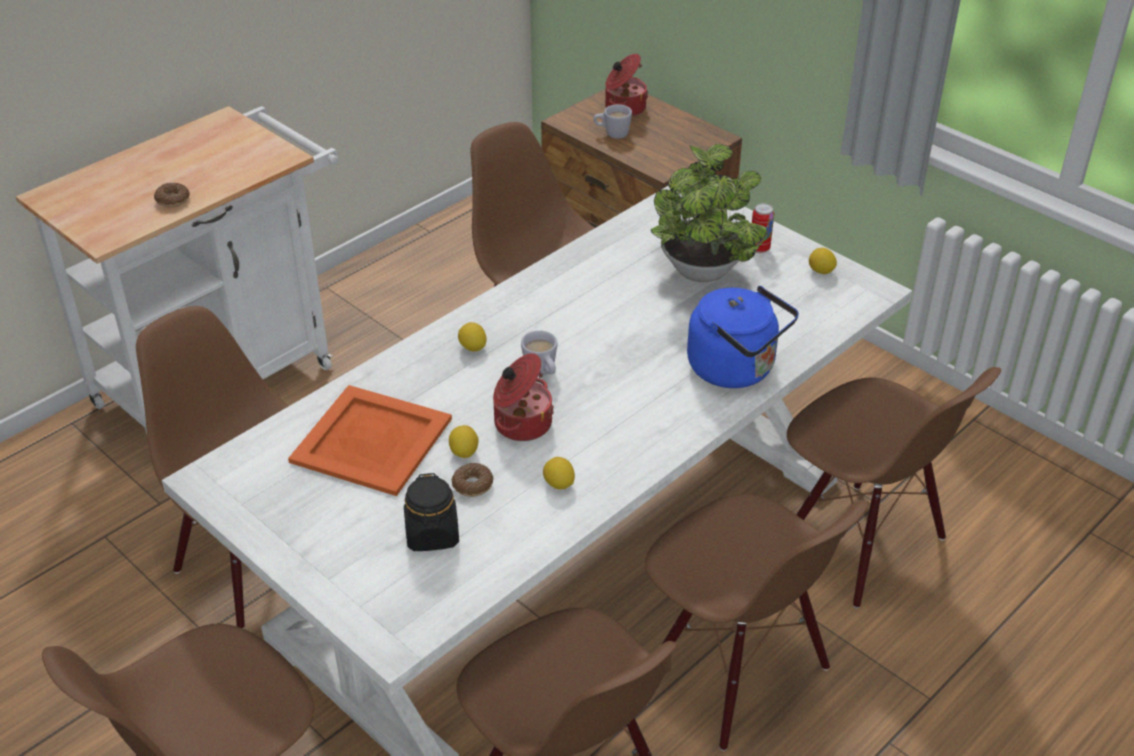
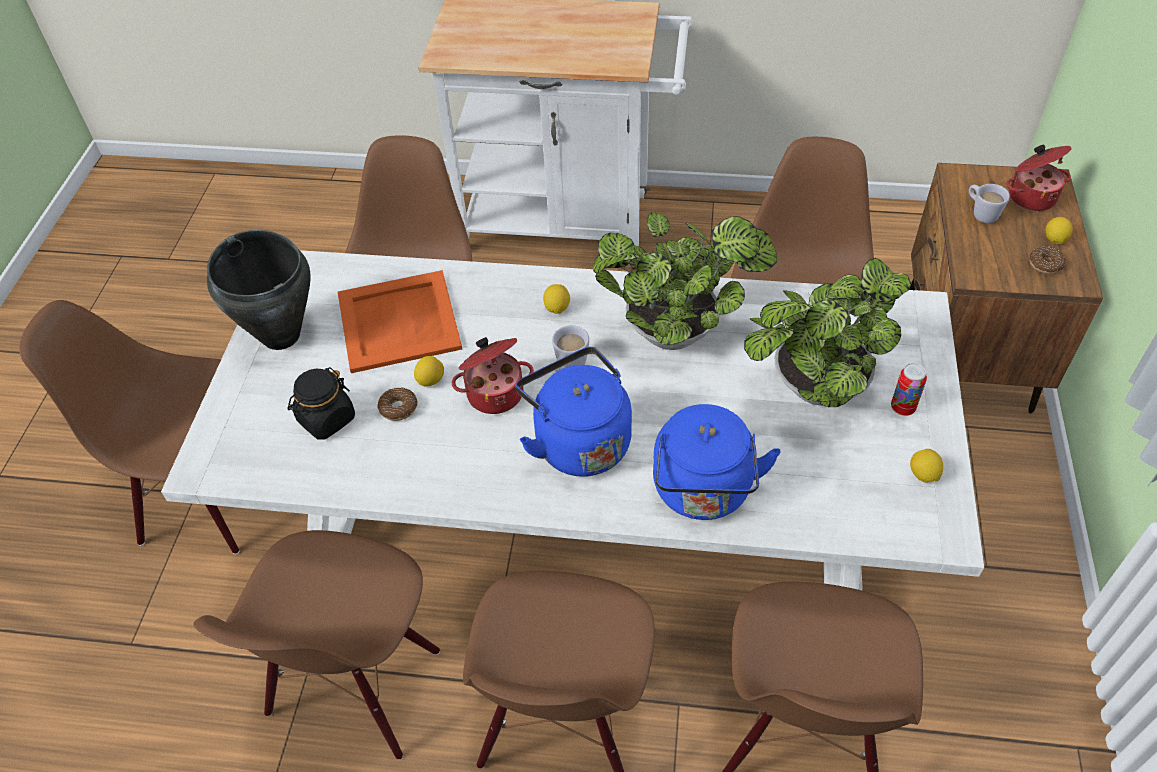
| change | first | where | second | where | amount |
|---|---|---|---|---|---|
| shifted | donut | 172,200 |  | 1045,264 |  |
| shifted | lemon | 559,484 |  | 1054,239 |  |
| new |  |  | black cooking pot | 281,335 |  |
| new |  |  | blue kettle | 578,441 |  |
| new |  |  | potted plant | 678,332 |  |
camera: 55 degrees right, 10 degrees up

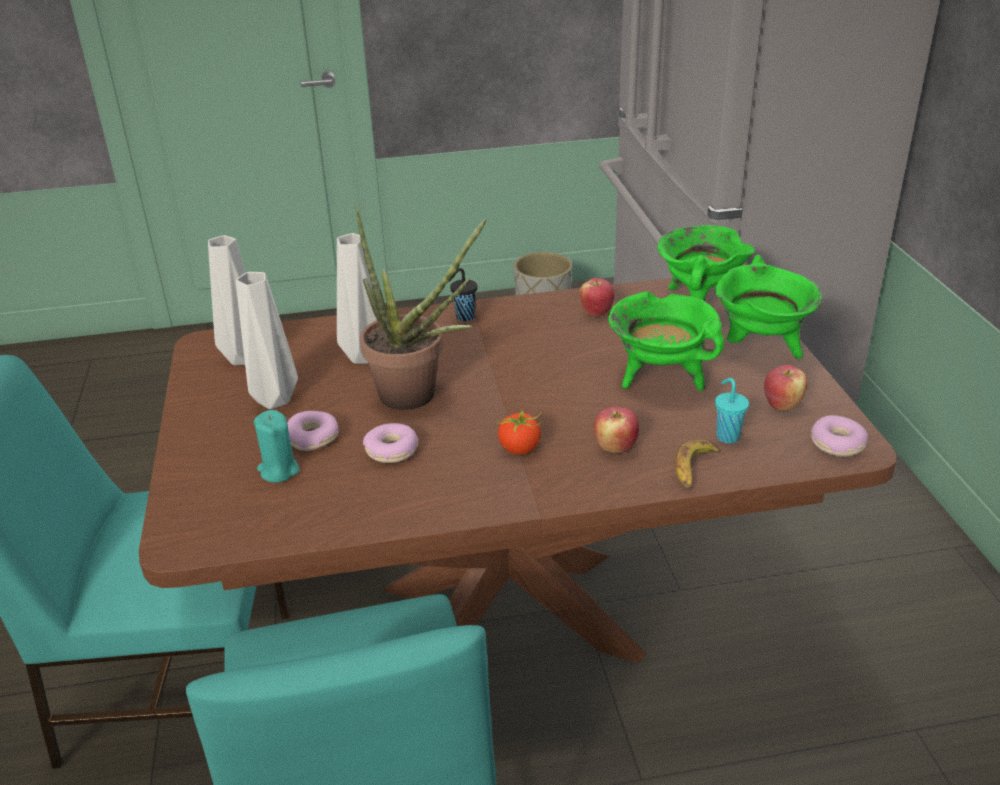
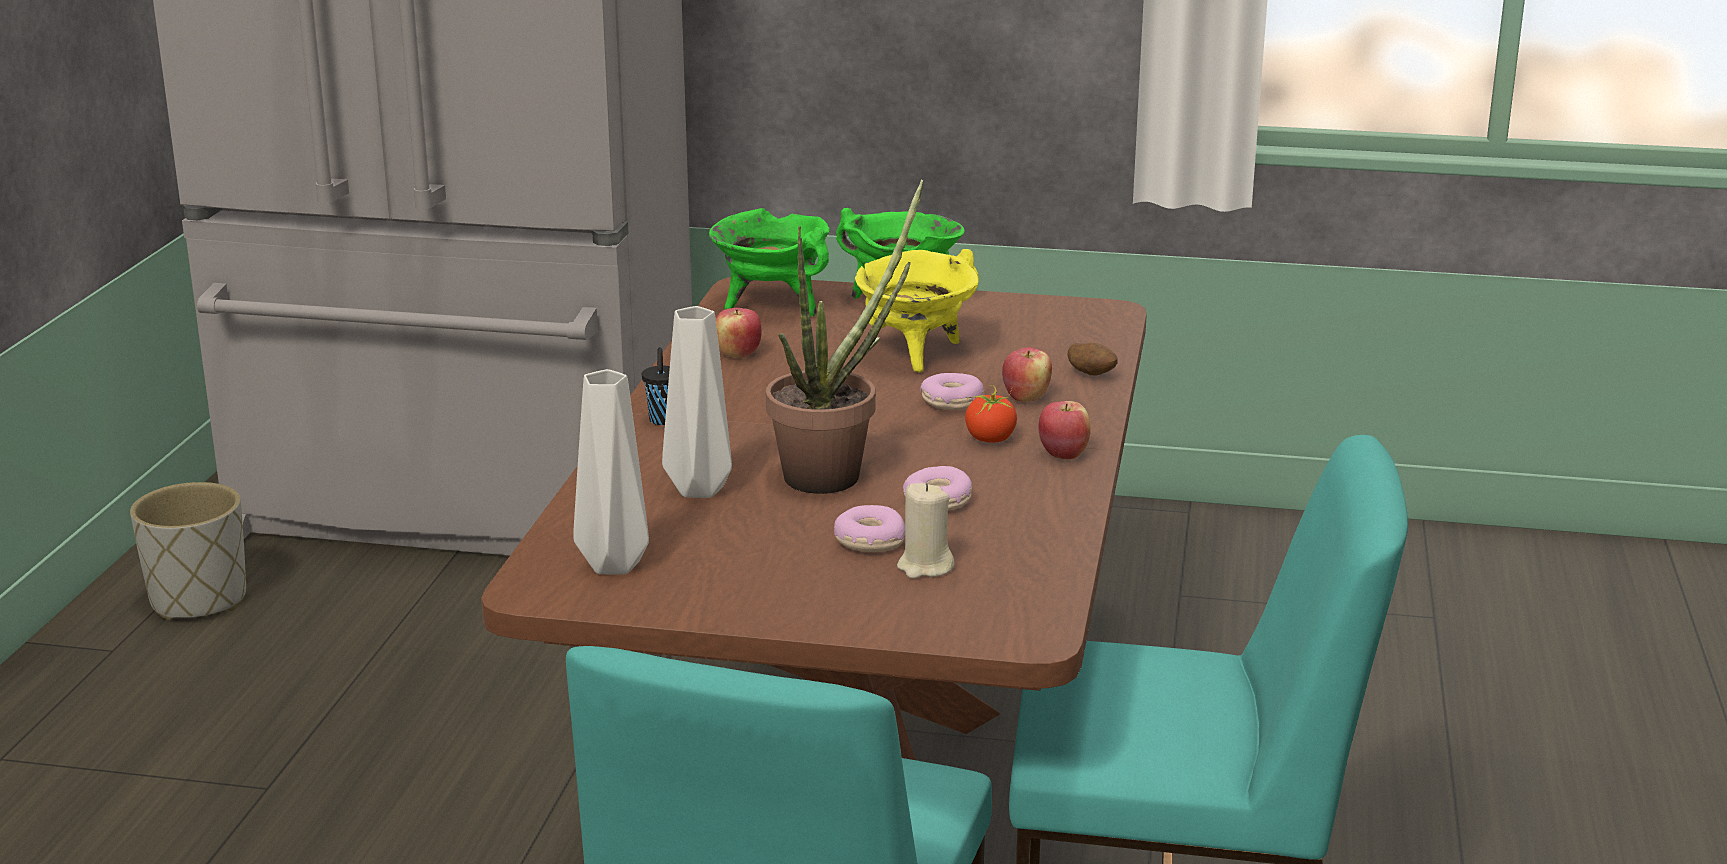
| change | first | where | second | where | amount |
|---|---|---|---|---|---|
| gone | grey vase | 272,401 |  |  |  |
| repainted | turquoise candle | 278,470 | beige candle | 925,567 |  |
| repainted | green cooking pot | 660,378 | yellow cooking pot | 915,354 |  |
| swapped | banana | 693,470 | potato | 1091,375 |  |
| gone | turquoise cup | 726,436 |  |  |  |
| shifted | apple | 782,405 |  | 1063,454 |  |
| shifted | donut | 837,444 |  | 952,402 |  |
camera: 70 degrees left, 10 degrees down

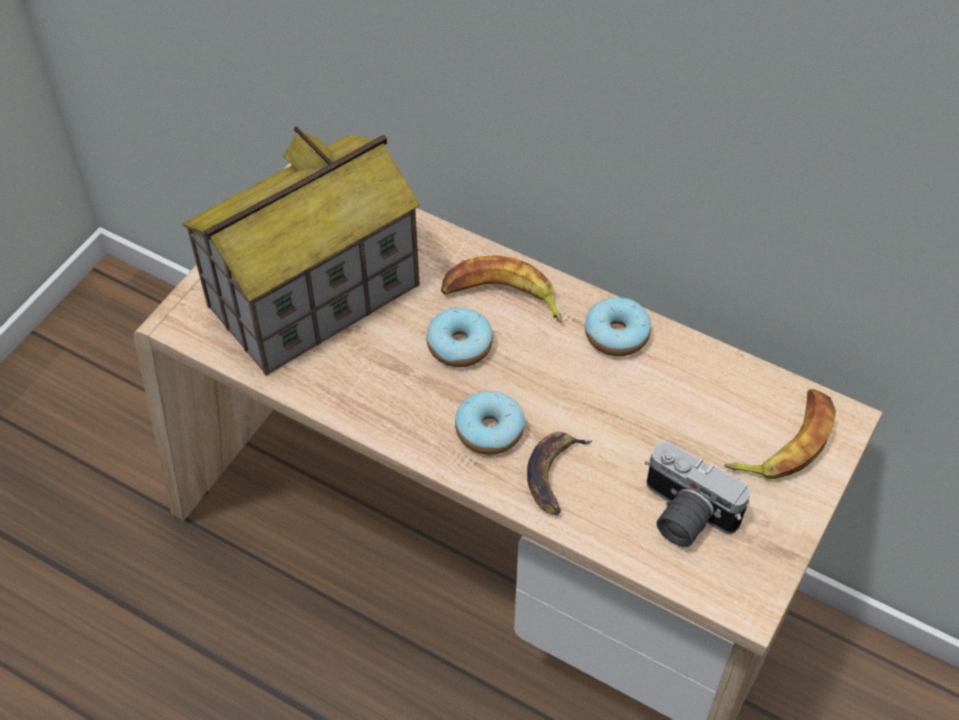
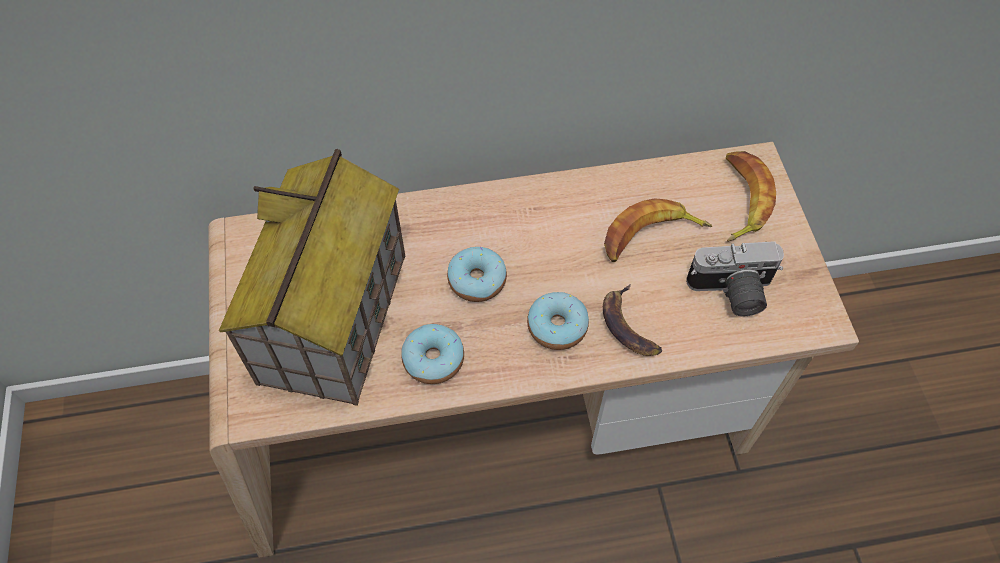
| change | first | where | second | where | amount |
|---|---|---|---|---|---|
| shifted | banana | 502,298 |  | 650,237 |  |
| shifted | donut | 616,335 |  | 433,359 |  |
camera: 40 degrees left, 5 degrees up

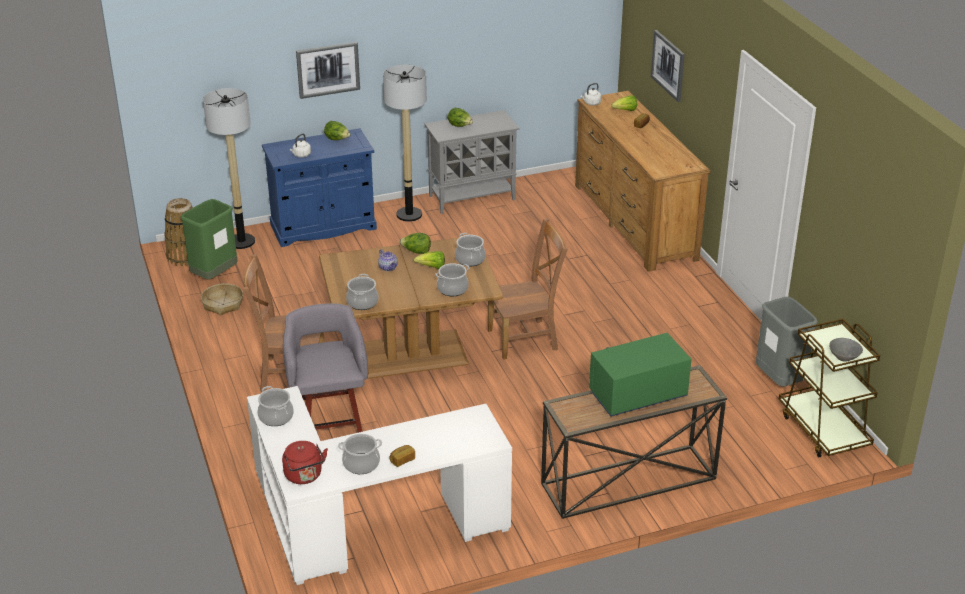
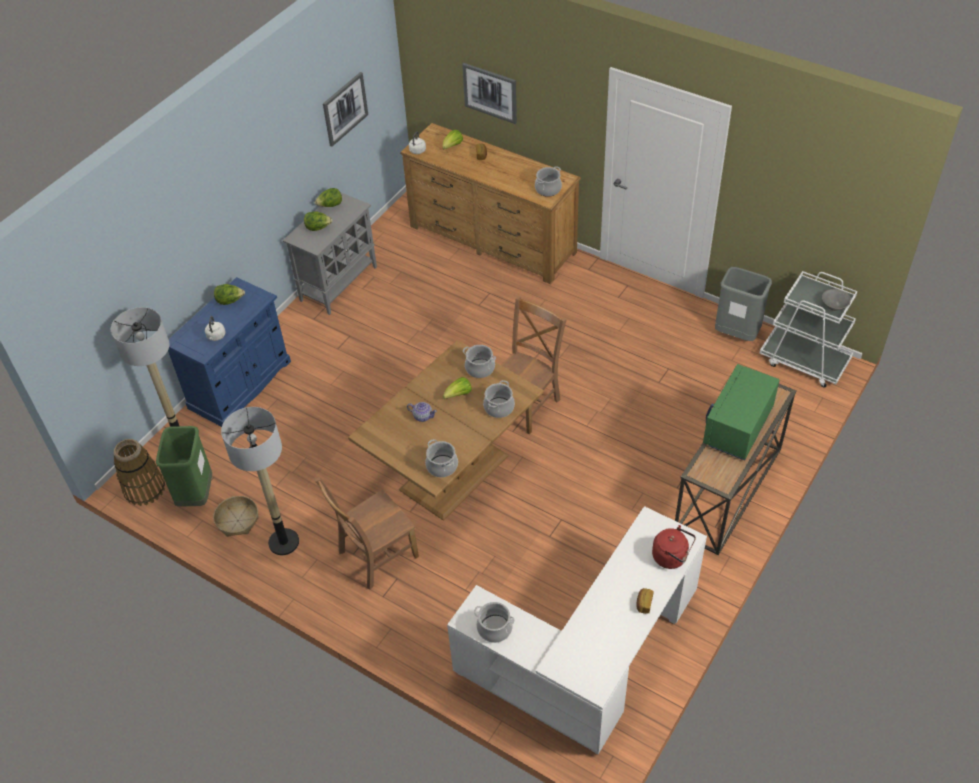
| change | first | where | second | where | amount |
|---|---|---|---|---|---|
| shifted | red kettle | 304,476 |  | 672,557 |  |
| gone | grey stool | 330,426 |  |  |  |
| shifted | picture | 328,69 |  | 345,108 |  |
| shifted | cooking pot | 361,464 |  | 548,189 |  |
| shifted | floor lamp | 409,214 |  | 283,542 |  |
| shifted | lettuce | 416,252 |  | 330,205 |  |
| repainted | brown cart | 823,430 | white cart | 804,361 |  |
camera: 35 degrees left, 15 degrees up

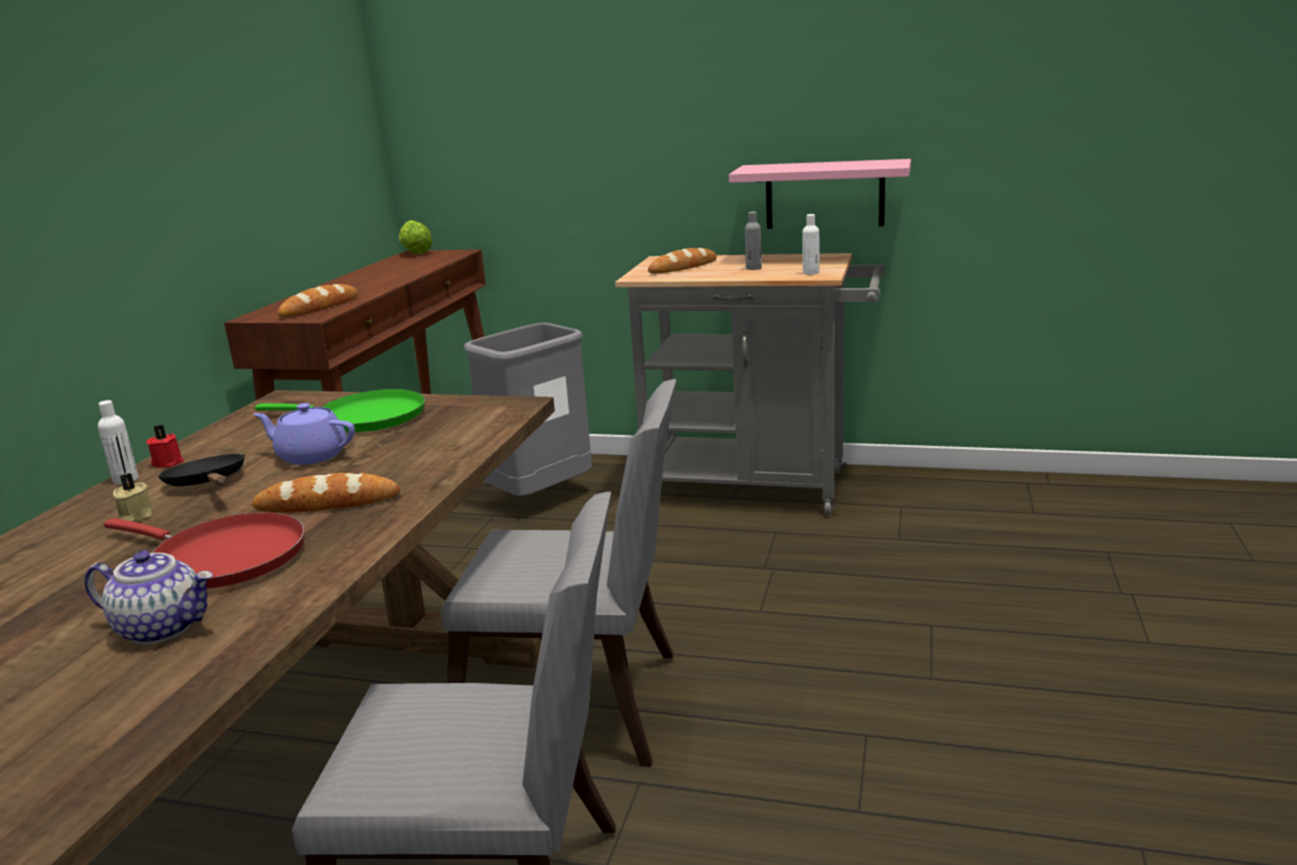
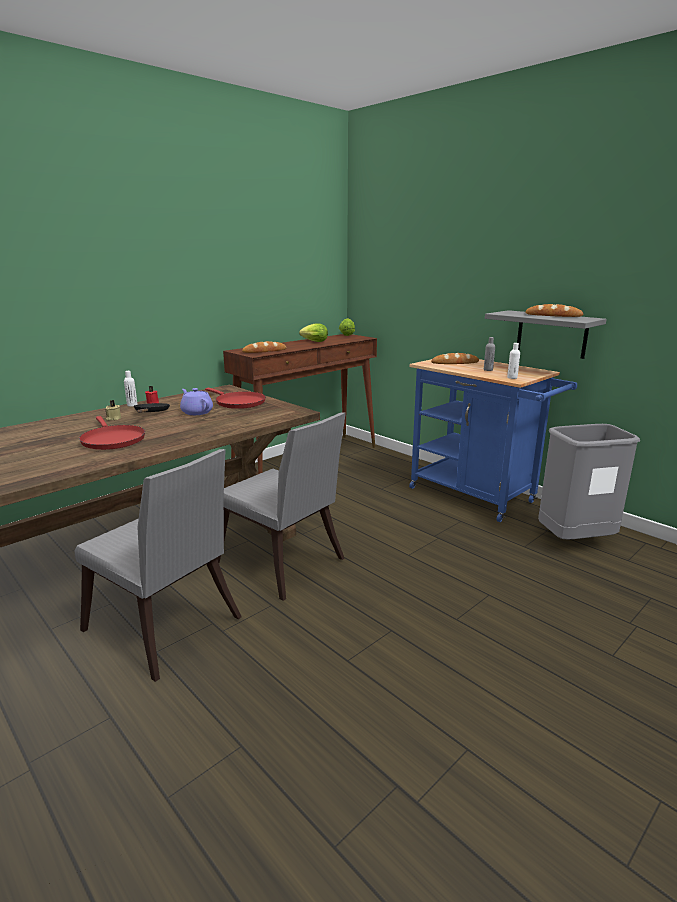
| change | first | where | second | where | amount |
|---|---|---|---|---|---|
| gone | teapot | 163,627 |  |  |  |
| shifted | bread | 327,503 |  | 553,315 |  |
| repainted | green frying pan | 364,418 | red frying pan | 238,402 |  |
| shifted | grey trash can | 541,497 |  | 574,541 |  |
| repainted | grey cart | 759,488 | blue cart | 478,497 |  |
| repainted | pink shelf | 824,194 | grey shelf | 551,334 |  |
| new |  |  | lettuce | 313,341 |  |
camera: 30 degrees right, 0 degrees up

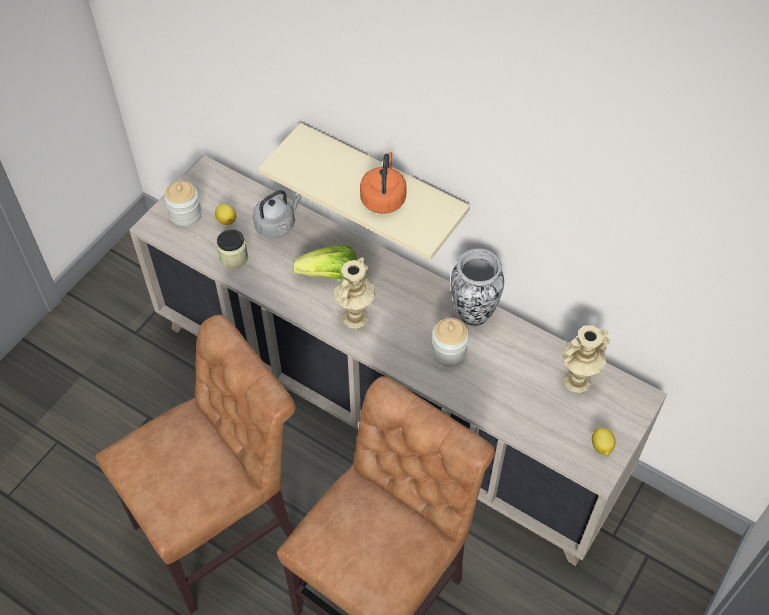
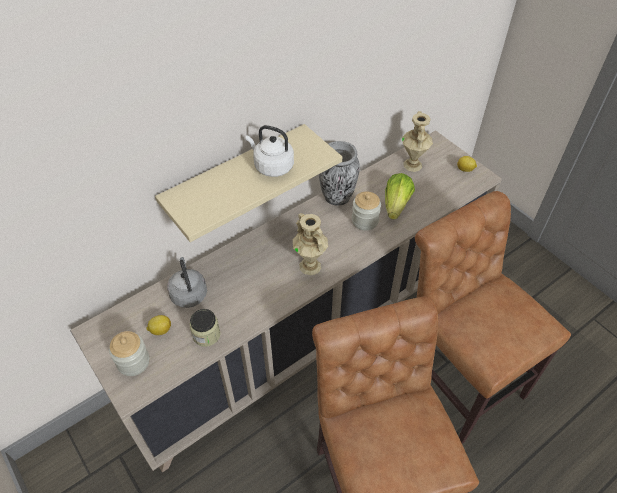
| change | first | where | second | where | amount |
|---|---|---|---|---|---|
| shifted | lettuce | 330,275 |  | 396,205 |  |
| repainted | orange kettle | 383,198 | white kettle | 272,166 |  |
camera: 70 degrees left, 5 degrees down

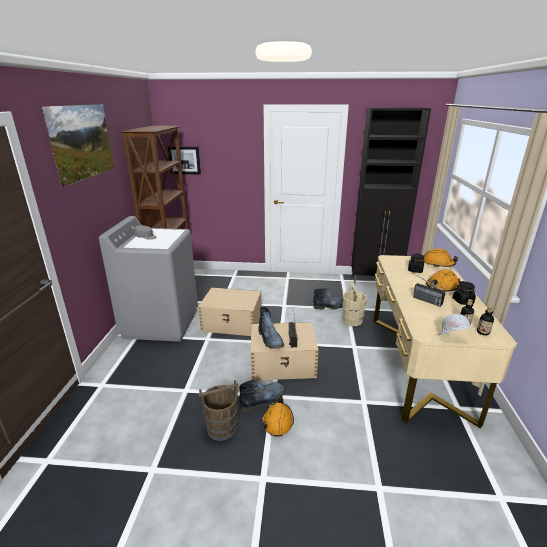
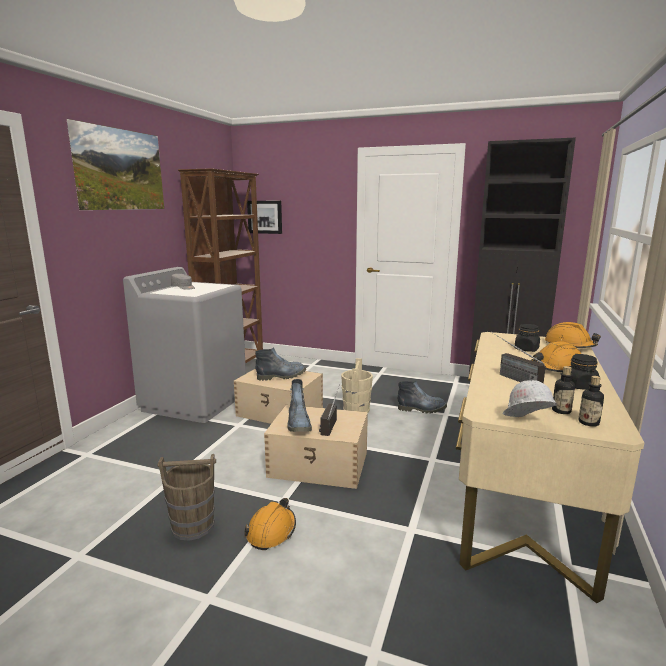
| change | first | where | second | where | amount |
|---|---|---|---|---|---|
| shifted | boot | 263,400 |  | 282,376 |  |
| shifted | beige bucket | 352,320 |  | 356,409 |  |
camera: 15 degrees right, 10 degrees down

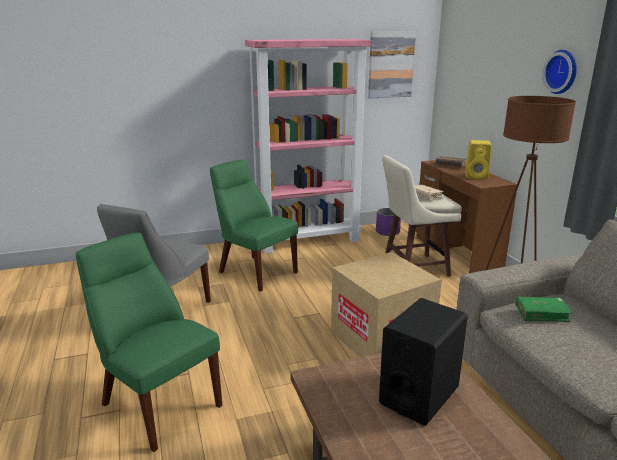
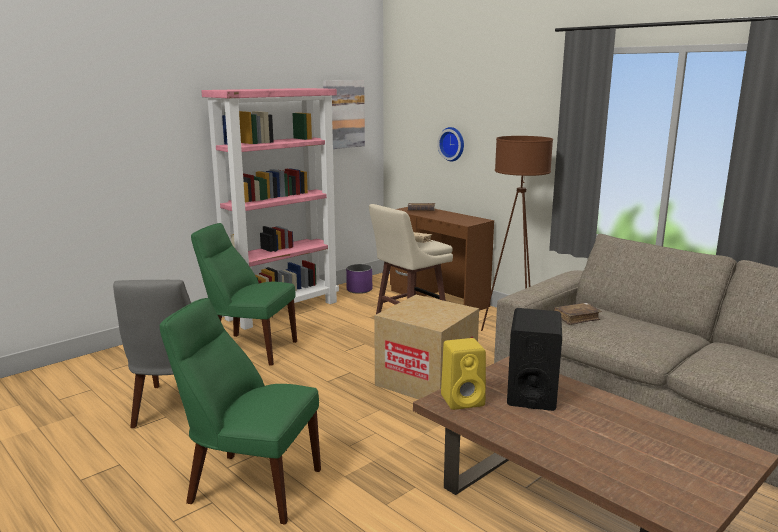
| change | first | where | second | where | amount |
|---|---|---|---|---|---|
| shifted | yellow speaker | 477,176 |  | 463,400 |  |
| repainted | green book | 541,314 | brown book | 576,318 |  |
| shifted | wall clock | 562,72 |  | 452,144 |  |
camera: 25 degrees left, 5 degrees down

